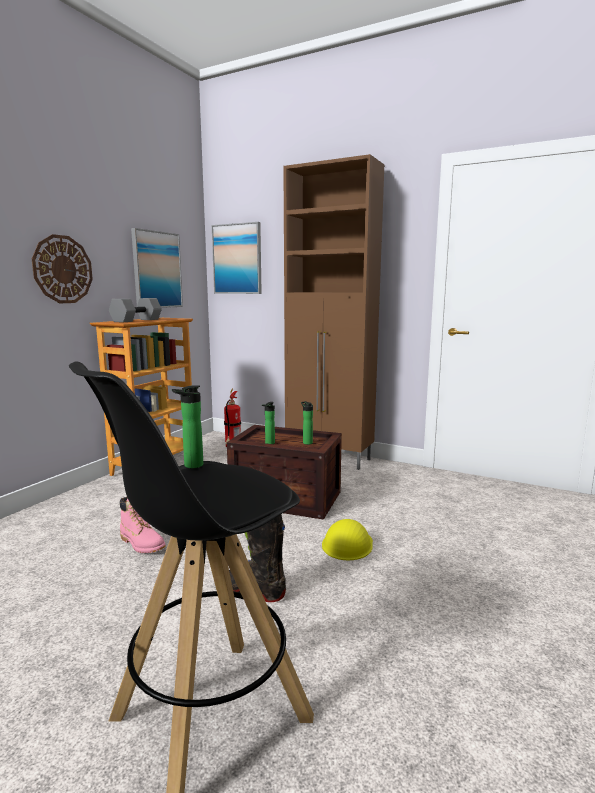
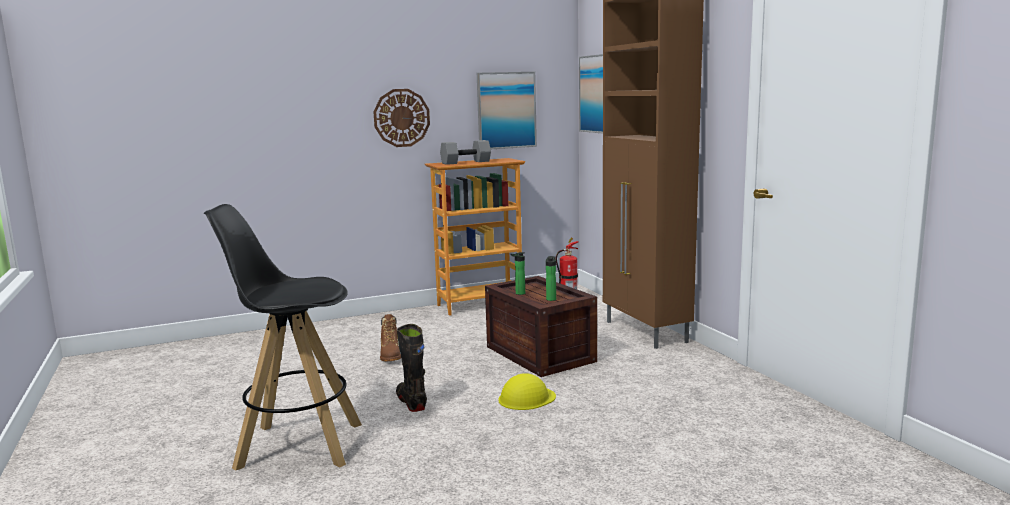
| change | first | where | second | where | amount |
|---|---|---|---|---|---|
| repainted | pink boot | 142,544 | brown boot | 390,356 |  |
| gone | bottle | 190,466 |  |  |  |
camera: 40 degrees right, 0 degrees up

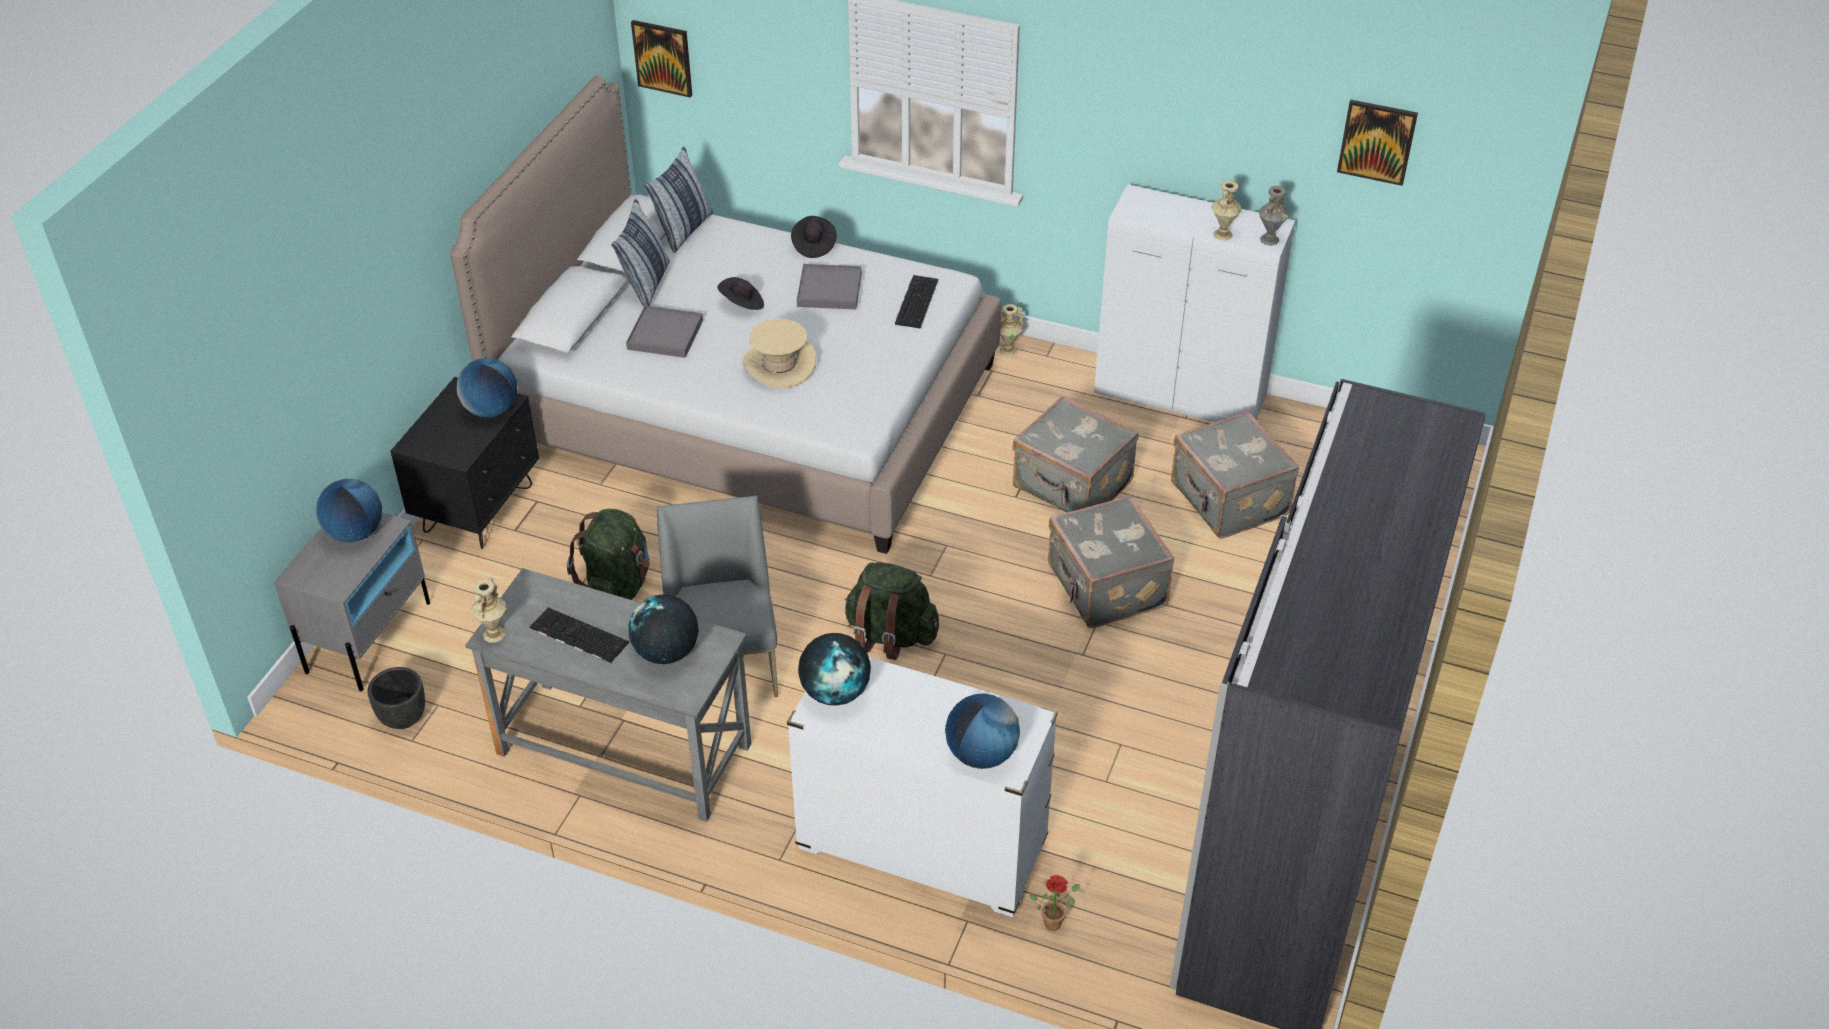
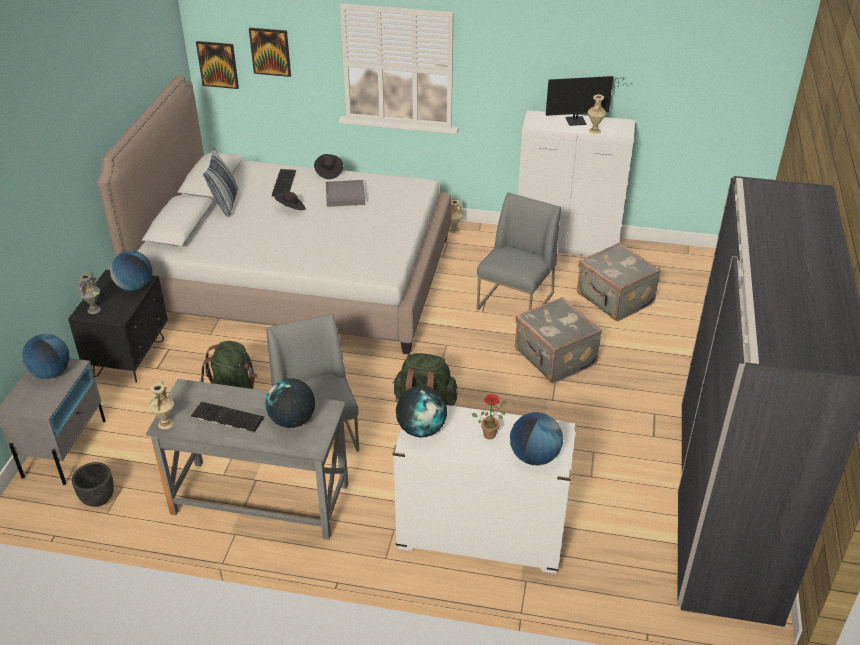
| change | first | where | second | where | amount |
|---|---|---|---|---|---|
| gone | grey tray | 665,335 |  |  |  |
| gone | pillow | 683,230 |  |  |  |
| gone | beige hat | 779,365 |  |  |  |
| shifted | keyboard | 915,301 |  | 283,183 |  |
| swapped | grey suitcase | 1072,486 | grey chair | 516,301 |  |
| shifted | potted plant | 1055,921 |  | 491,433 |  |
| shifted | grey vase | 1269,239 |  | 94,309 |  |
| shifted | picture | 1377,141 |  | 270,51 |  |
| new |  |  | monitor | 579,121 |  |
camera: 10 degrees left, 5 degrees down

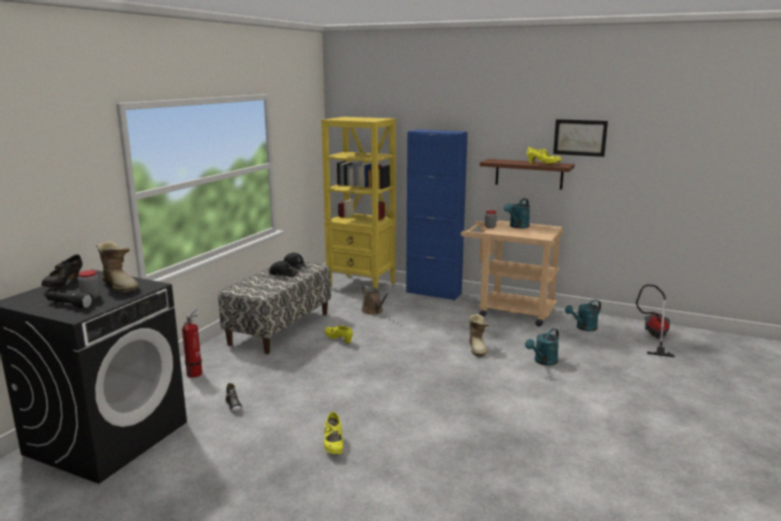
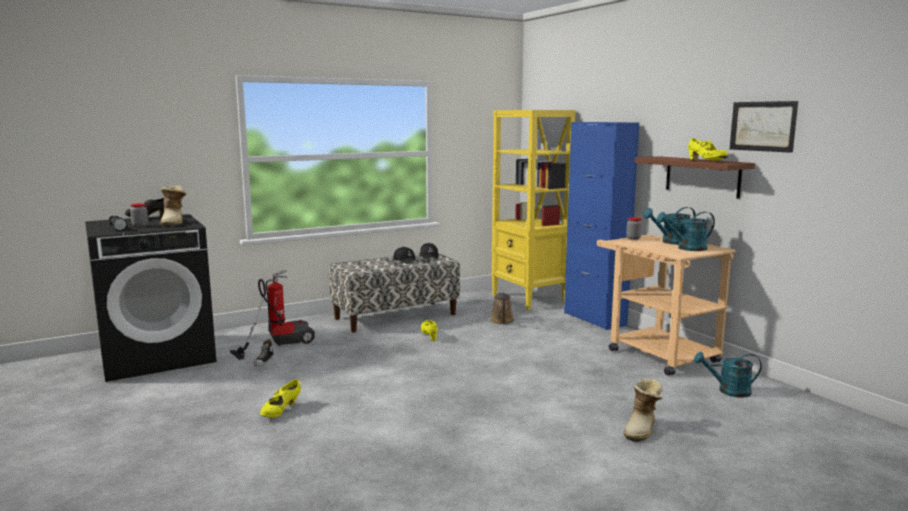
| change | first | where | second | where | amount |
|---|---|---|---|---|---|
| shifted | boot | 478,348 |  | 642,429 |  |
| shifted | turquoise watering can | 543,362 |  | 687,248 |  |
| shifted | vacuum cleaner | 654,338 |  | 279,344 |  |
camera: 35 degrees right, 5 degrees down

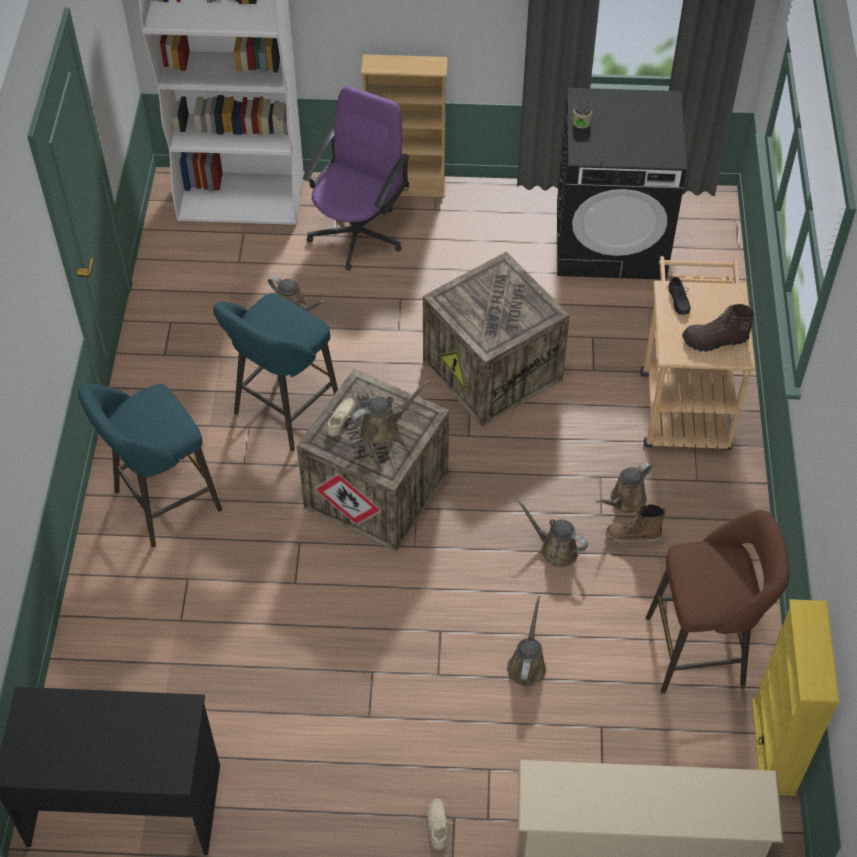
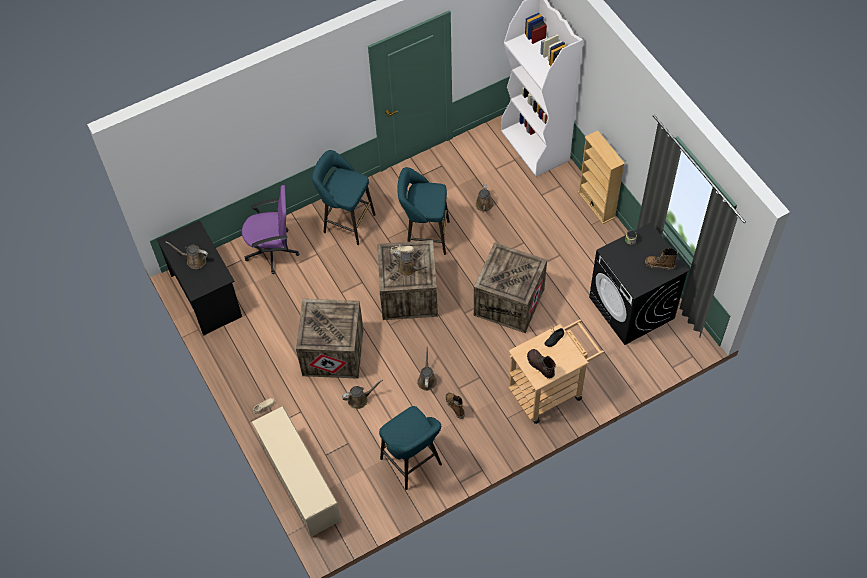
| change | first | where | second | where | amount |
|---|---|---|---|---|---|
| shifted | purple office chair | 358,234 |  | 273,251 |  |
| shifted | brown watering can | 625,501 |  | 194,260 |  |
| repainted | brown stool | 702,650 | turquoise stool | 413,464 |  |
| gone | yellow bookcase | 773,747 |  |  |  |
| new |  |  | crate | 332,353 |  |
| new |  |  | boot | 659,265 |  |
camera: 60 degrees right, 5 degrees up

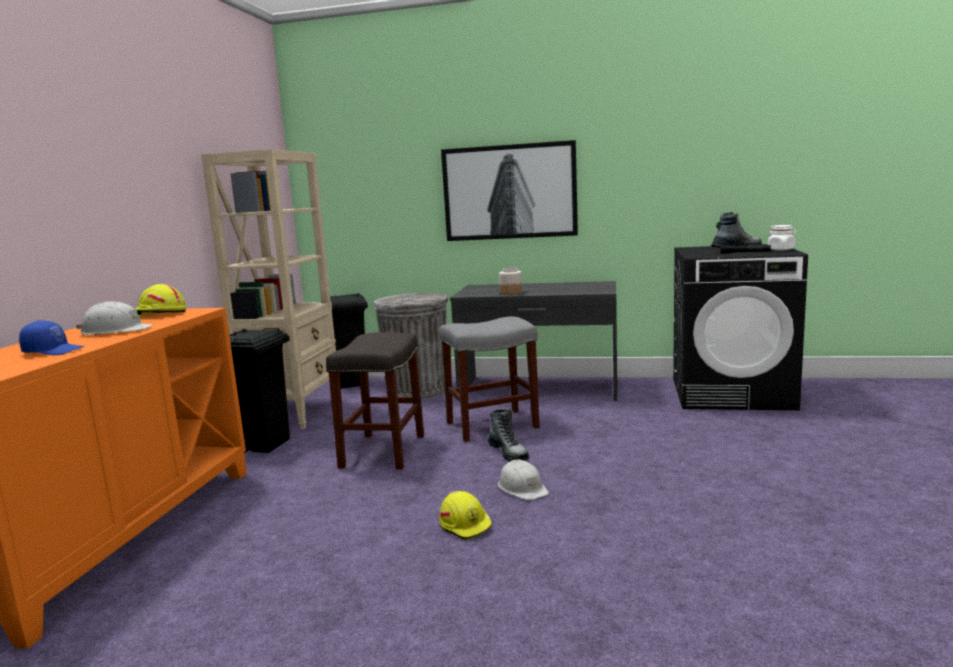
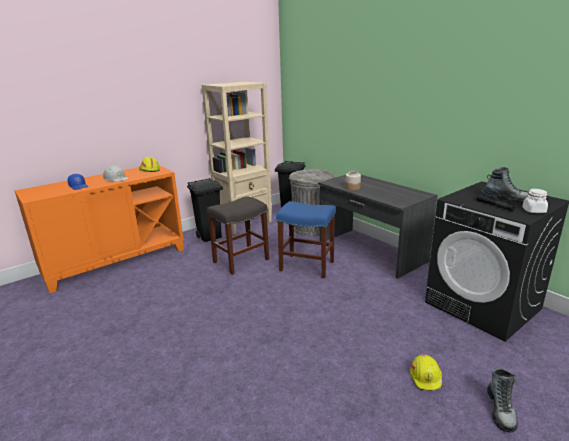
| change | first | where | second | where | amount |
|---|---|---|---|---|---|
| repainted | grey stool | 491,425 | blue stool | 306,266 |  |
| shifted | yellow hard hat | 466,525 |  | 426,378 |  |
| gone | picture | 509,192 |  |  |  |
| shifted | boot | 508,453 |  | 500,410 |  |
| gone | white hard hat | 522,488 |  |  |  |
camera: 40 degrees right, 10 degrees up

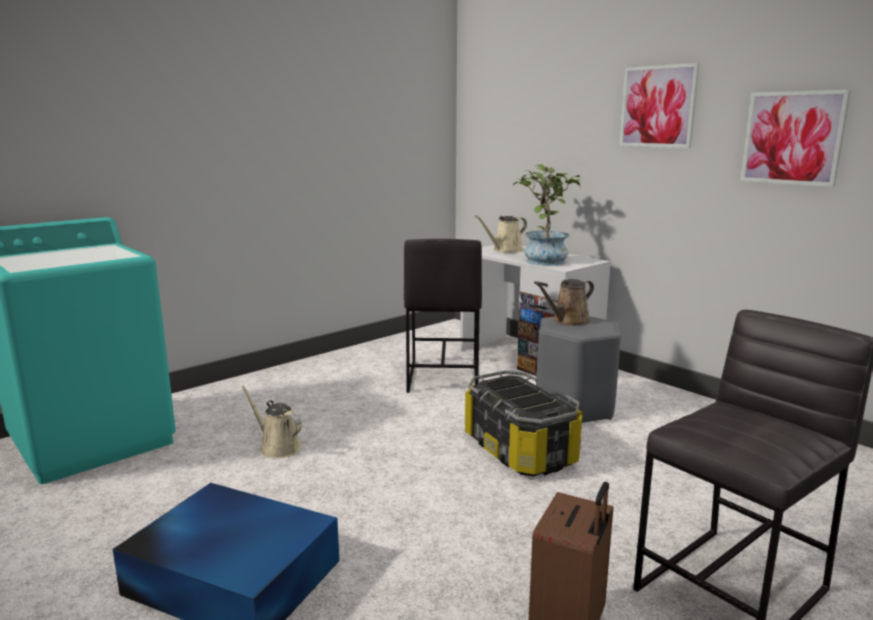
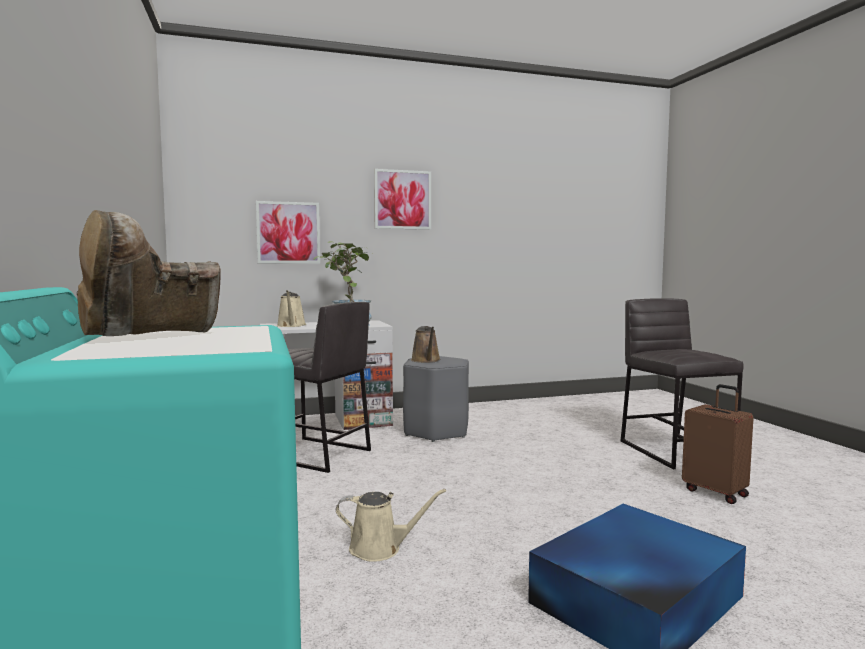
| change | first | where | second | where | amount |
|---|---|---|---|---|---|
| rotated | beige watering can | 277,447 |  | 380,549 | 150 degrees counterclockwise |
| gone | storage box | 520,450 |  |  |  |
| shifted | picture | 792,138 |  | 288,232 |  |
| new |  |  | brown boot | 150,339 |  |
camera: 65 degrees left, 10 degrees down

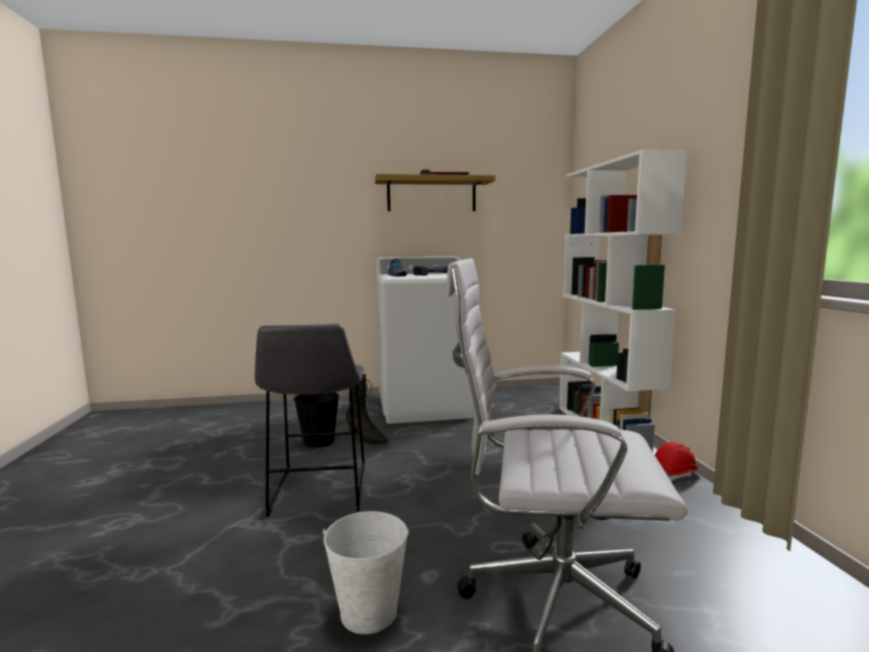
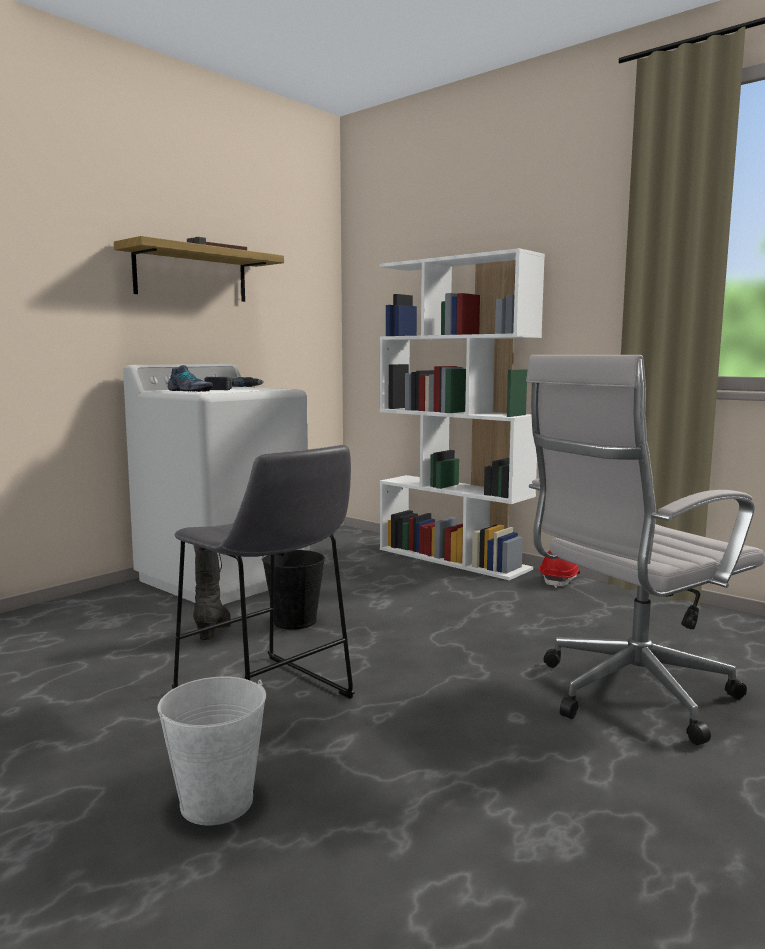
| change | first | where | second | where | amount |
|---|---|---|---|---|---|
| shifted | black bucket | 319,441 |  | 295,621 |  |
| shifted | white bucket | 368,612 |  | 216,802 |  |
| rotated | black boot | 366,438 |  | 215,630 | 90 degrees counterclockwise |
camera: 40 degrees left, 0 degrees up

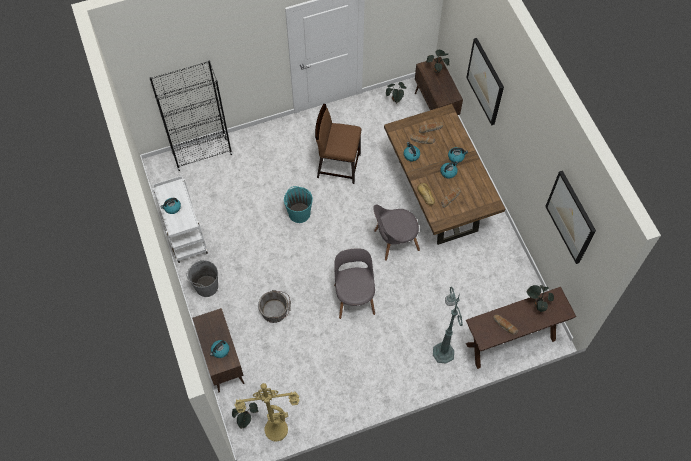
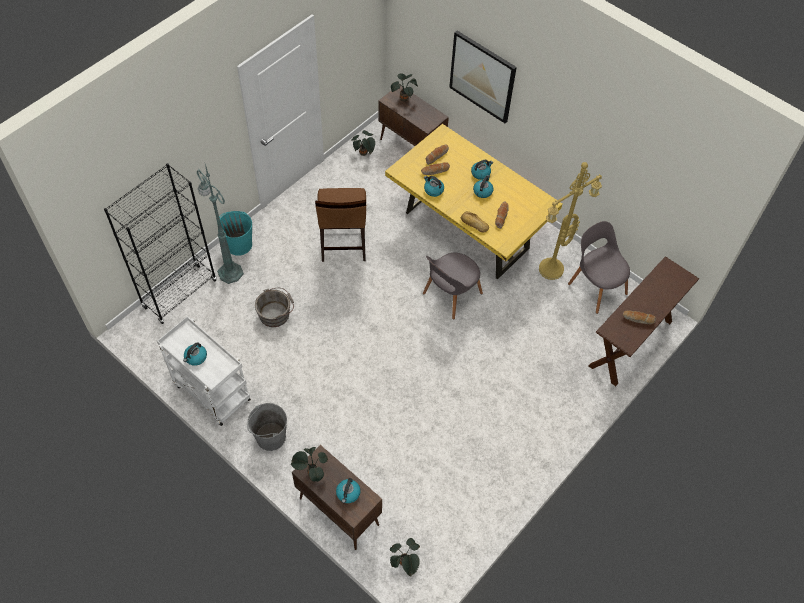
| change | first | where | second | where | amount |
|---|---|---|---|---|---|
| shifted | yellow floor lamp | 275,431 |  | 551,271 |  |
| shifted | grey bucket | 276,311 |  | 276,313 |  |
| shifted | turquoise bucket | 299,213 |  | 239,244 |  |
| rotated | brown chair | 338,165 |  | 343,243 | 75 degrees counterclockwise |
| shifted | grey chair | 354,297 |  | 596,286 |  |
| repainted | brown dining table | 437,195 | yellow dining table | 466,230 |  |
| shifted | green floor lamp | 443,351 |  | 229,272 |  |
| shifted | potted plant | 537,304 |  | 311,472 |  |
| gone | picture | 571,217 |  |  |  |
camera: 30 degrees left, 5 degrees down

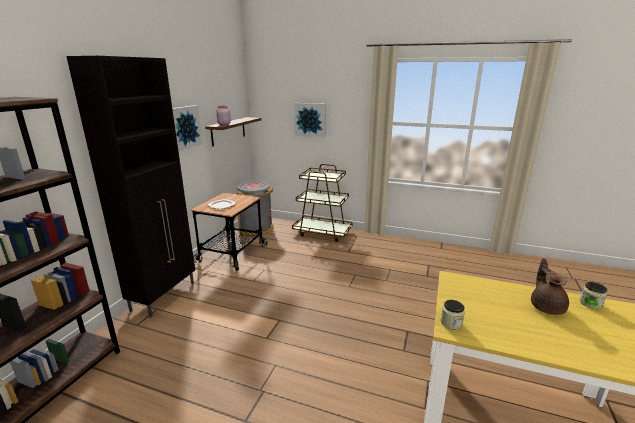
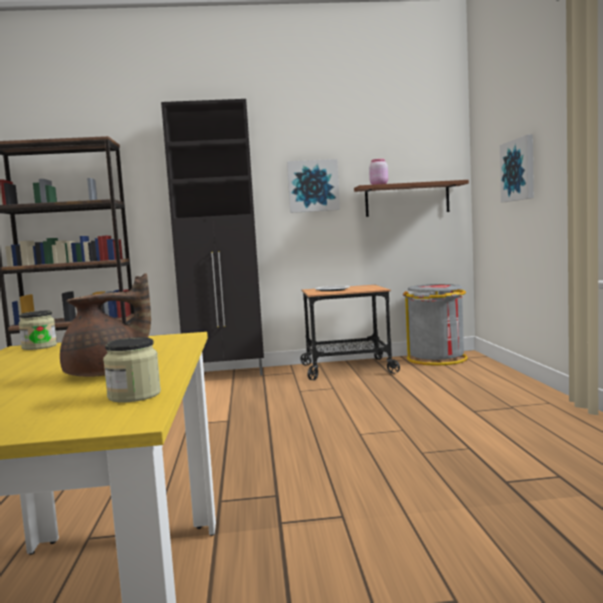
| change | first | where | second | where | amount |
|---|---|---|---|---|---|
| gone | brown cart | 322,232 |  |  |  |
camera: 65 degrees right, 15 degrees down

